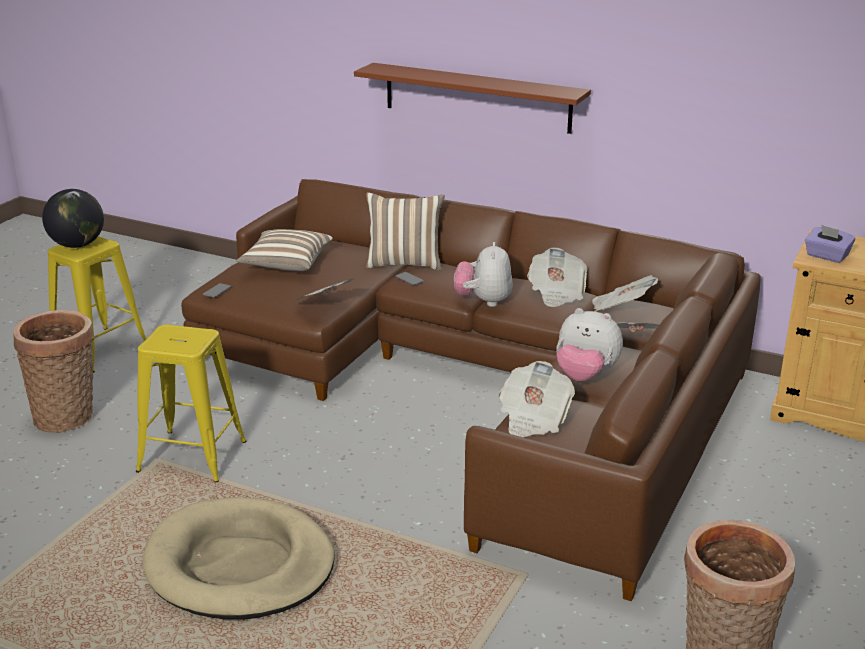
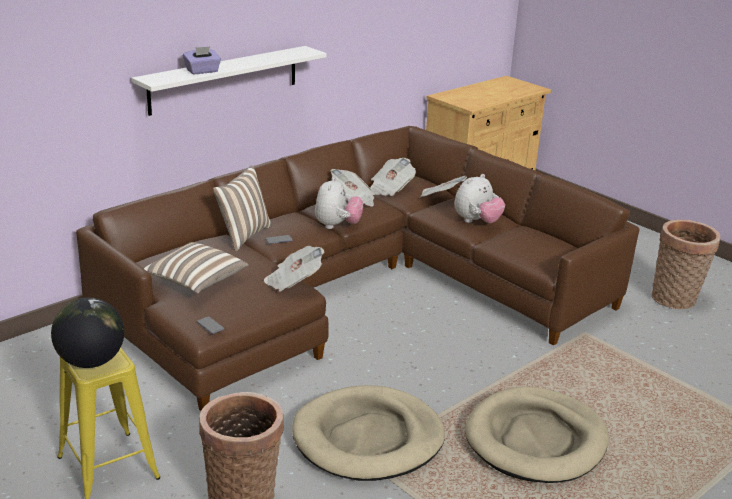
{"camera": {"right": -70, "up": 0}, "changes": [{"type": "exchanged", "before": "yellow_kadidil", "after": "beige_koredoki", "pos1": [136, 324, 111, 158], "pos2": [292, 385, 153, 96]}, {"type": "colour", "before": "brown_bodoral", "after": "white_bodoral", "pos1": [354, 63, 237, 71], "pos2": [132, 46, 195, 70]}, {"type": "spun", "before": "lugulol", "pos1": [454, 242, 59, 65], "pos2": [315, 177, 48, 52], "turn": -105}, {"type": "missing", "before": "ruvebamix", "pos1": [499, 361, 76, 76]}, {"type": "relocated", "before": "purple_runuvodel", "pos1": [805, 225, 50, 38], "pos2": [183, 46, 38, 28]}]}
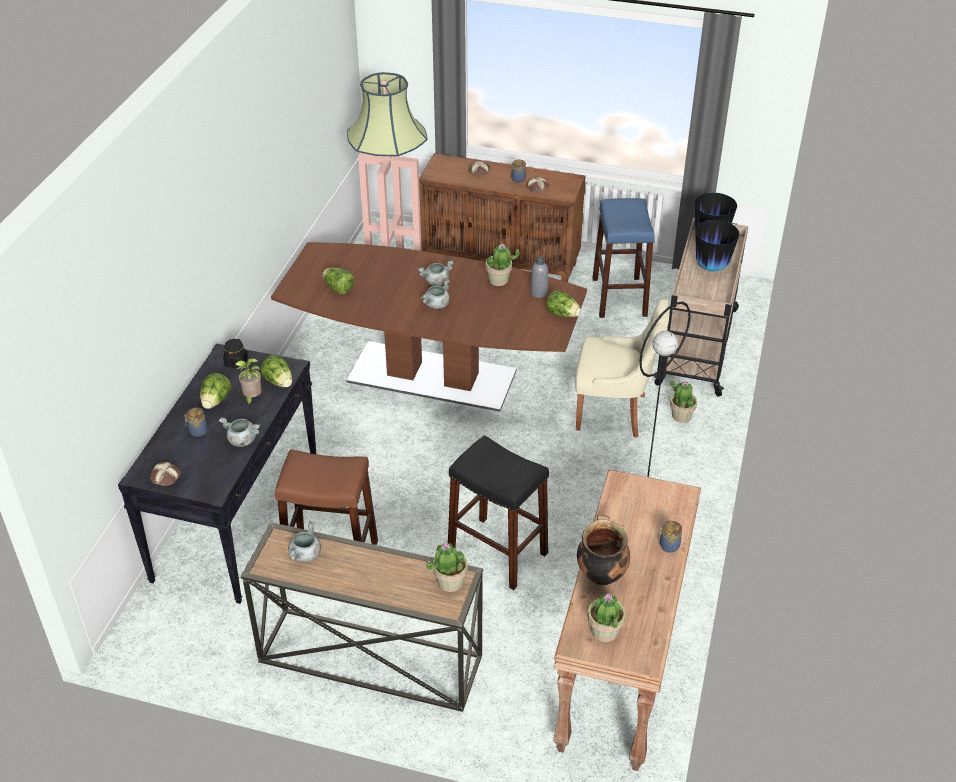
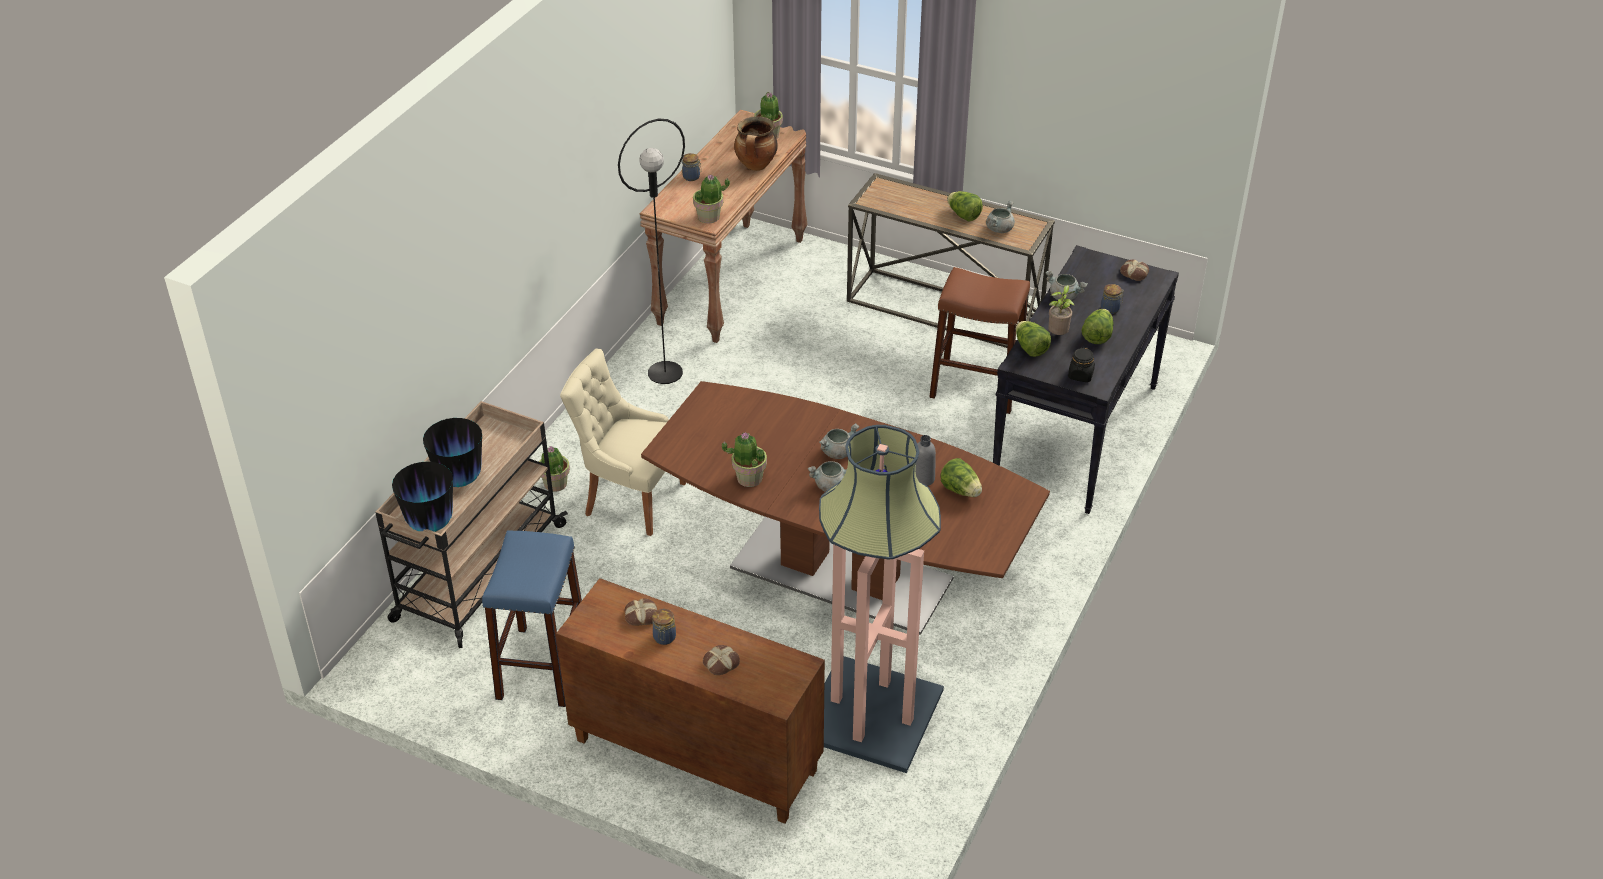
{"camera": {"right": -170, "up": 0}, "changes": [{"type": "relocated", "before": "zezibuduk", "pos1": [426, 543, 42, 49], "pos2": [693, 174, 37, 49]}, {"type": "missing", "before": "black_kadidil", "pos1": [448, 435, 101, 155]}, {"type": "relocated", "before": "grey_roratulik", "pos1": [530, 257, 18, 41], "pos2": [915, 435, 21, 51]}, {"type": "relocated", "before": "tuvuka", "pos1": [546, 289, 35, 28], "pos2": [947, 191, 36, 31]}]}
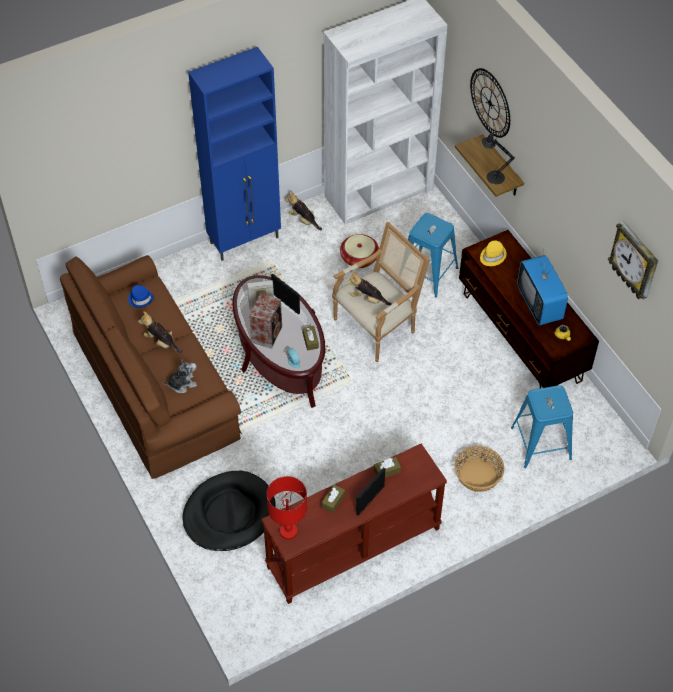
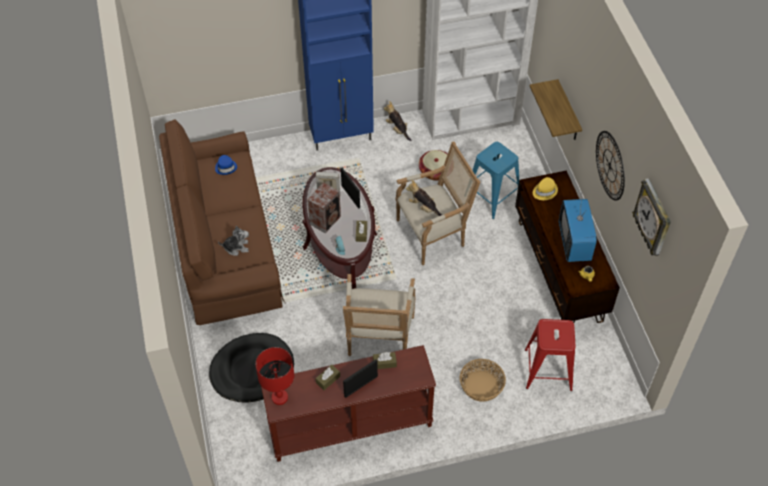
{"camera": {"right": 15, "up": 0}, "changes": [{"type": "missing", "before": "lugulol", "pos1": [138, 311, 45, 42]}, {"type": "relocated", "before": "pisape", "pos1": [470, 68, 40, 70], "pos2": [596, 131, 29, 70]}, {"type": "missing", "before": "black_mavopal", "pos1": [481, 133, 34, 51]}, {"type": "colour", "before": "blue_kadidil", "after": "red_kadidil", "pos1": [511, 385, 62, 83], "pos2": [525, 319, 51, 72]}, {"type": "appeared", "after": "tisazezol", "pos2": [343, 274, 73, 82]}]}
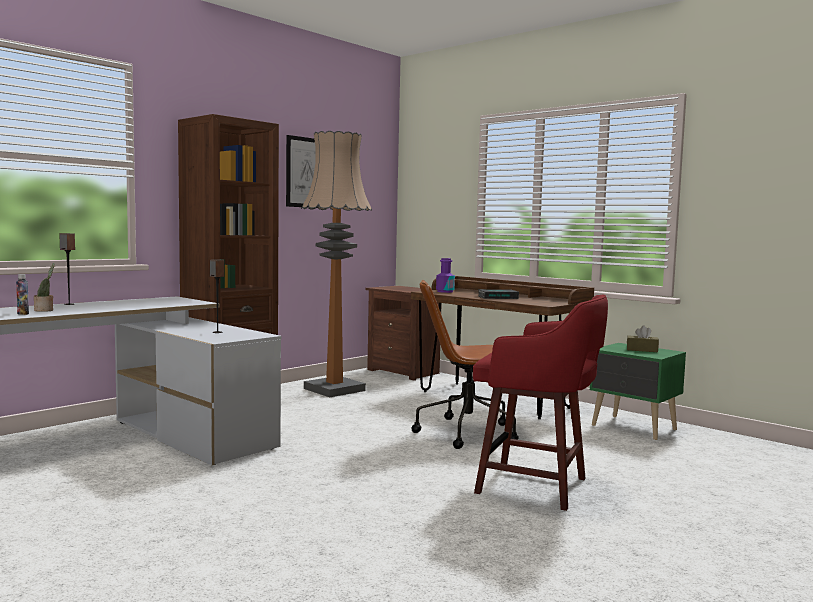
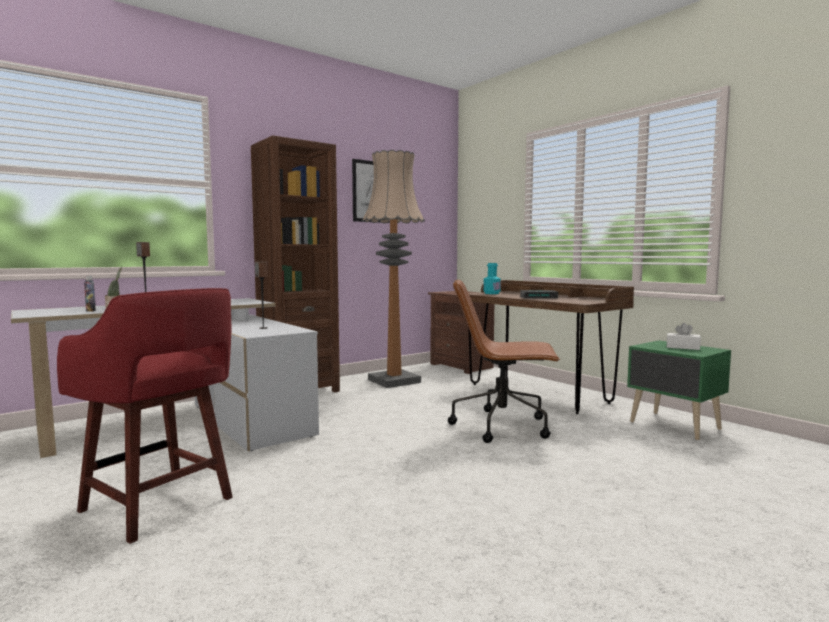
{"camera": {"right": 10, "up": 0}, "changes": [{"type": "colour", "before": "purple_roratulik", "after": "turquoise_roratulik", "pos1": [436, 258, 19, 35], "pos2": [483, 263, 18, 31]}, {"type": "relocated", "before": "red_kadidil", "pos1": [473, 295, 135, 216], "pos2": [57, 288, 176, 256]}, {"type": "colour", "before": "brown_runuvodel", "after": "white_runuvodel", "pos1": [627, 325, 32, 27], "pos2": [667, 323, 34, 27]}]}
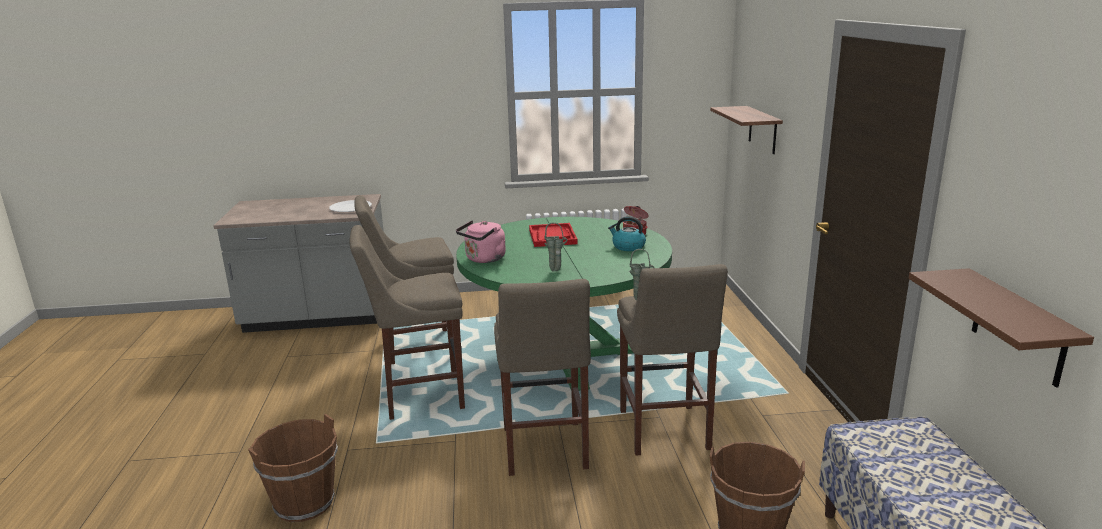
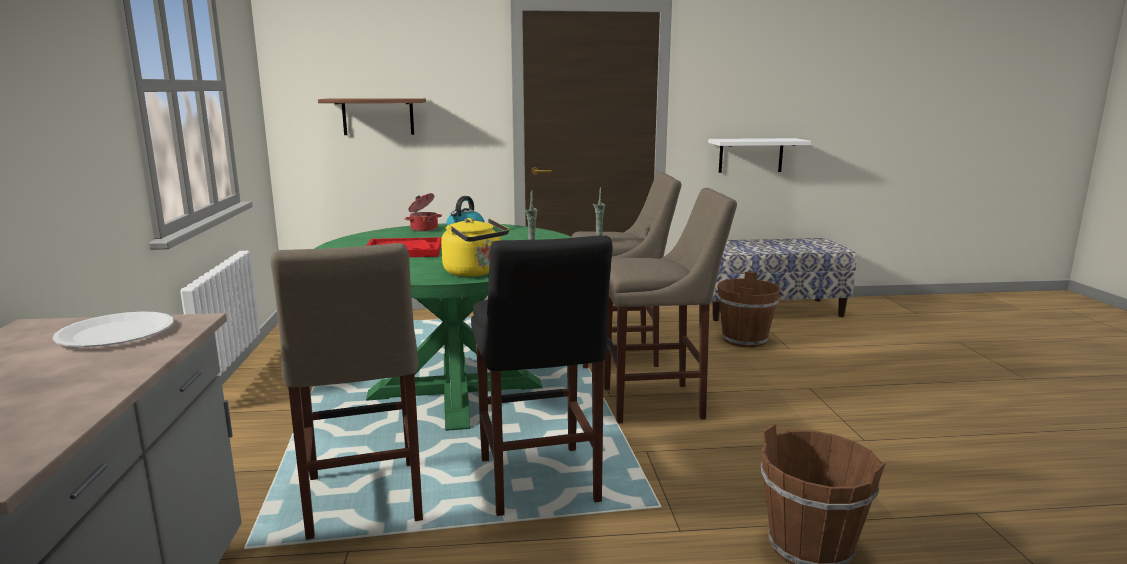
{"camera": {"right": -90, "up": -5}, "changes": [{"type": "colour", "before": "beige_kadidil", "after": "black_kadidil", "pos1": [349, 225, 116, 195], "pos2": [471, 235, 142, 281]}, {"type": "colour", "before": "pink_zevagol", "after": "yellow_zevagol", "pos1": [456, 220, 50, 43], "pos2": [441, 218, 68, 59]}, {"type": "colour", "before": "brown_bodoral", "after": "white_bodoral", "pos1": [909, 268, 185, 120], "pos2": [708, 138, 103, 35]}]}
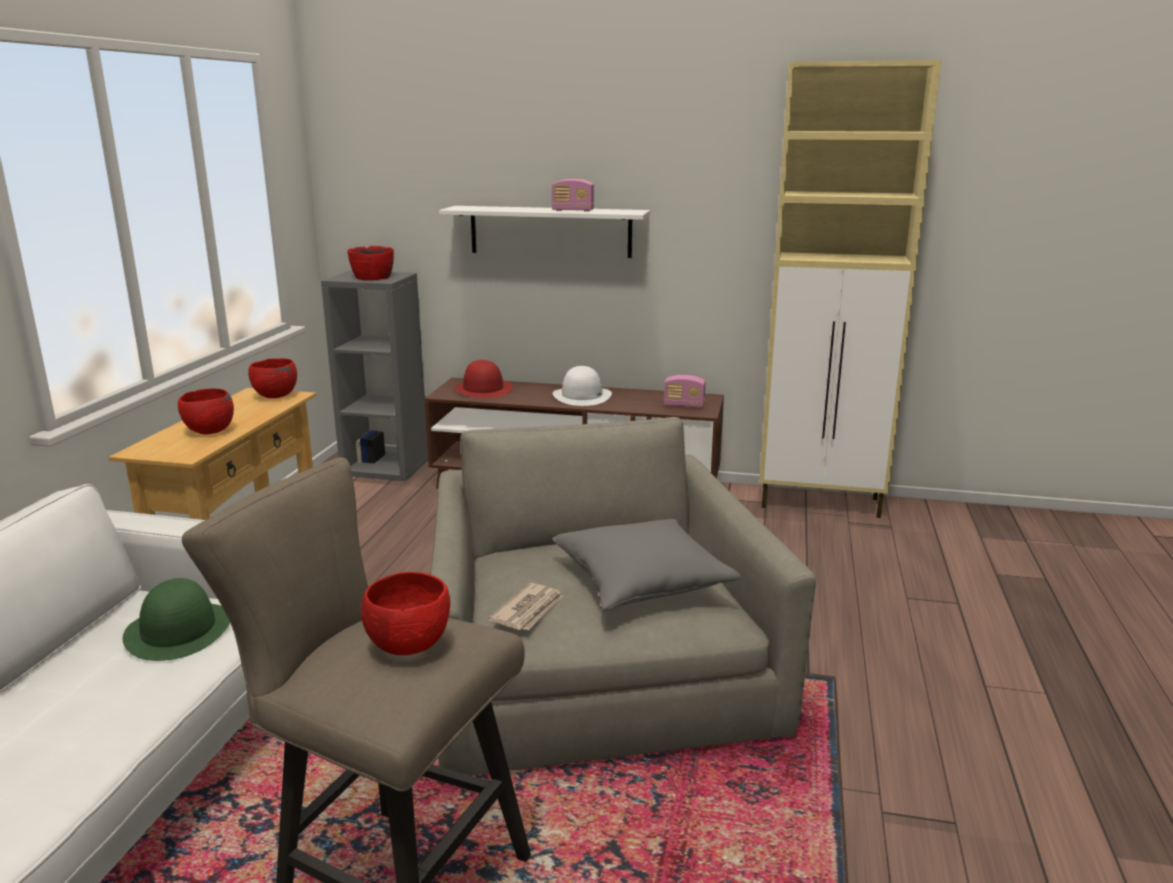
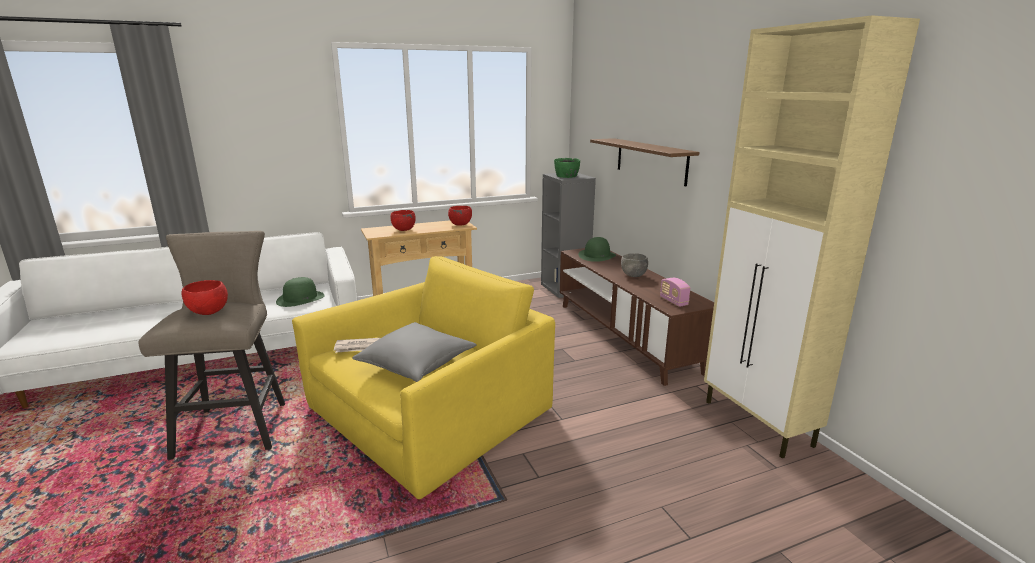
{"camera": {"right": 55, "up": 0}, "changes": [{"type": "colour", "before": "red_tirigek", "after": "green_tirigek", "pos1": [347, 246, 47, 34], "pos2": [554, 158, 26, 20]}, {"type": "colour", "before": "grey_tisazezol", "after": "yellow_tisazezol", "pos1": [430, 417, 386, 359], "pos2": [292, 256, 263, 243]}, {"type": "colour", "before": "white_bodoral", "after": "brown_bodoral", "pos1": [439, 206, 211, 52], "pos2": [590, 138, 110, 48]}, {"type": "colour", "before": "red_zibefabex", "after": "green_zibefabex", "pos1": [454, 360, 59, 38], "pos2": [578, 237, 38, 25]}, {"type": "missing", "before": "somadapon", "pos1": [552, 179, 42, 33]}, {"type": "exchanged", "before": "white_zibefabex", "after": "grey_tirigek", "pos1": [553, 366, 59, 40], "pos2": [621, 253, 27, 24]}]}
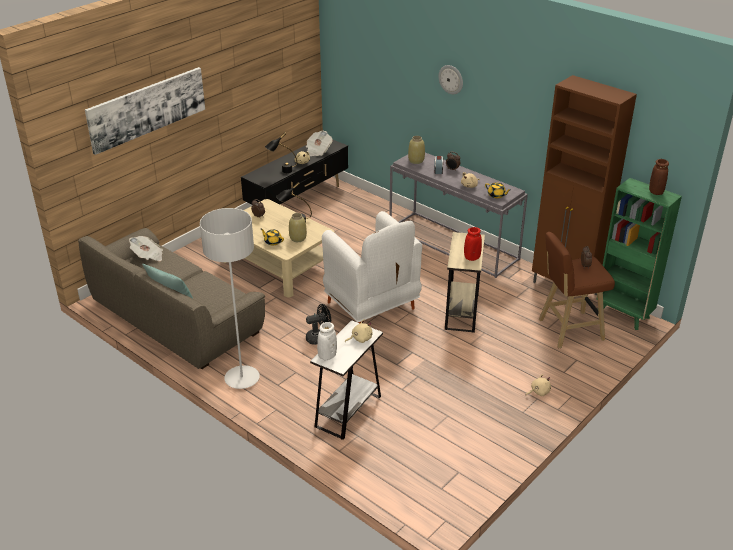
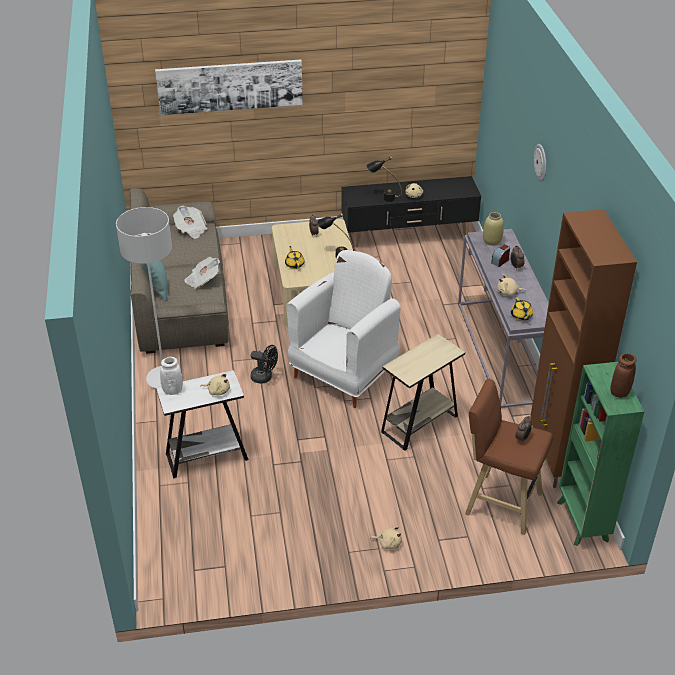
{"camera": {"right": 40, "up": 5}, "changes": [{"type": "missing", "before": "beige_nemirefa", "pos1": [289, 213, 18, 29]}, {"type": "relocated", "before": "ruvebamix", "pos1": [306, 131, 26, 25], "pos2": [184, 257, 36, 32]}, {"type": "spun", "before": "white_tisazezol", "pos1": [322, 211, 100, 112], "pos2": [286, 250, 115, 158], "turn": -150}, {"type": "missing", "before": "red_nemirefa", "pos1": [464, 227, 18, 34]}]}
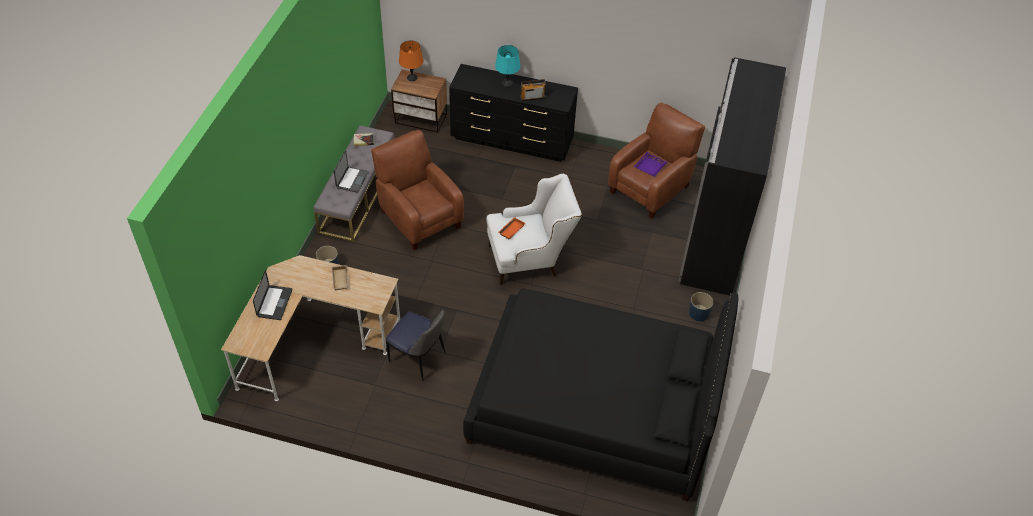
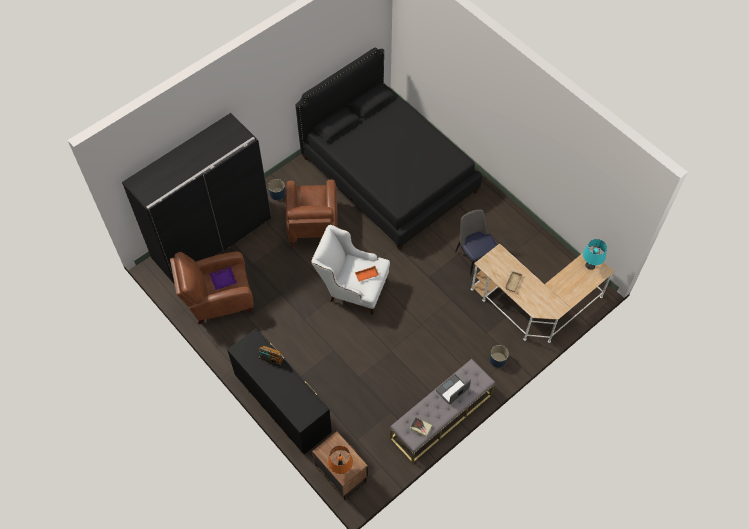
{"camera": {"right": -145, "up": 10}, "changes": [{"type": "missing", "before": "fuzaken", "pos1": [253, 270, 39, 50]}, {"type": "relocated", "before": "brown_tisazezol", "pos1": [371, 130, 93, 120], "pos2": [286, 179, 51, 69]}, {"type": "relocated", "before": "turquoise_mavopal", "pos1": [495, 45, 25, 42], "pos2": [583, 239, 24, 31]}]}
